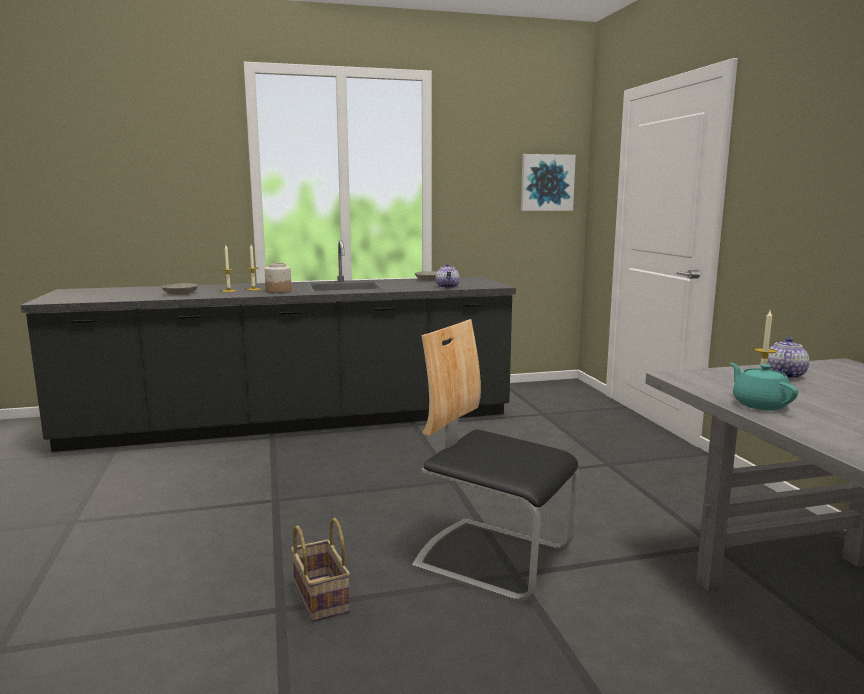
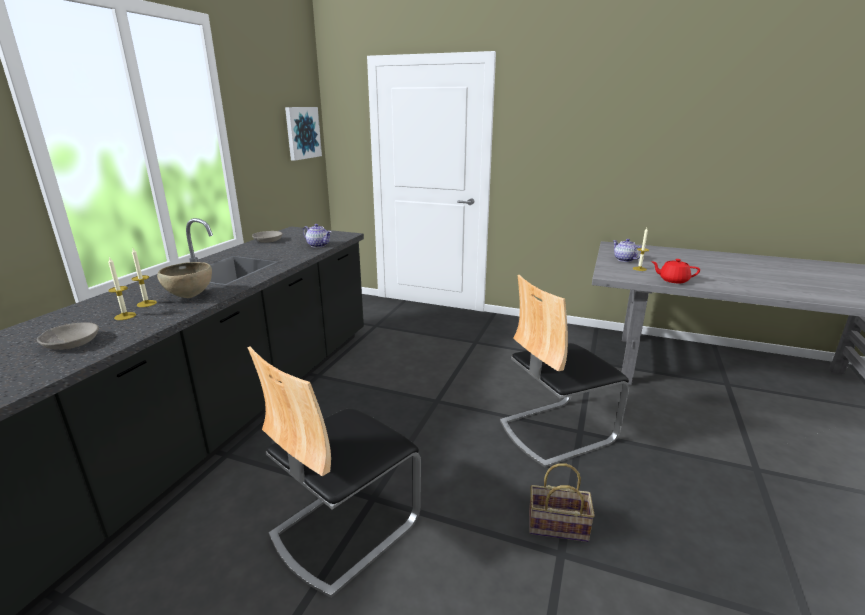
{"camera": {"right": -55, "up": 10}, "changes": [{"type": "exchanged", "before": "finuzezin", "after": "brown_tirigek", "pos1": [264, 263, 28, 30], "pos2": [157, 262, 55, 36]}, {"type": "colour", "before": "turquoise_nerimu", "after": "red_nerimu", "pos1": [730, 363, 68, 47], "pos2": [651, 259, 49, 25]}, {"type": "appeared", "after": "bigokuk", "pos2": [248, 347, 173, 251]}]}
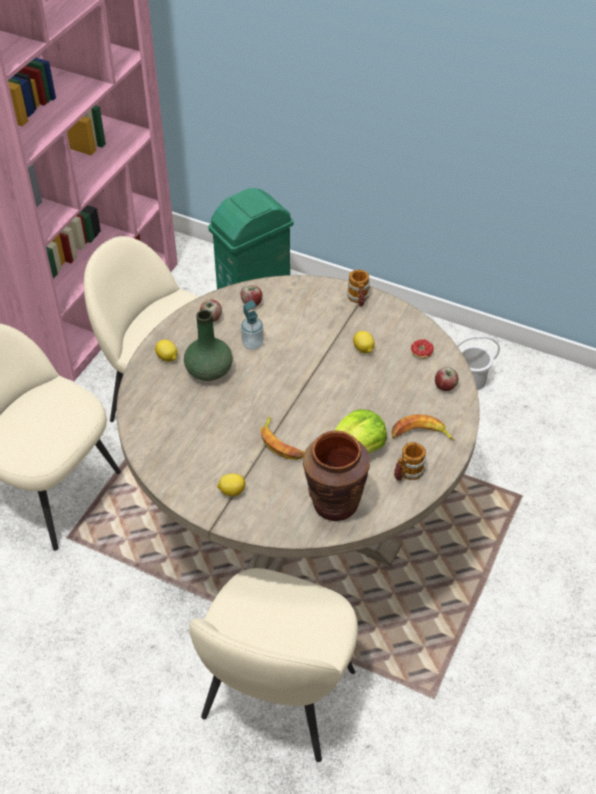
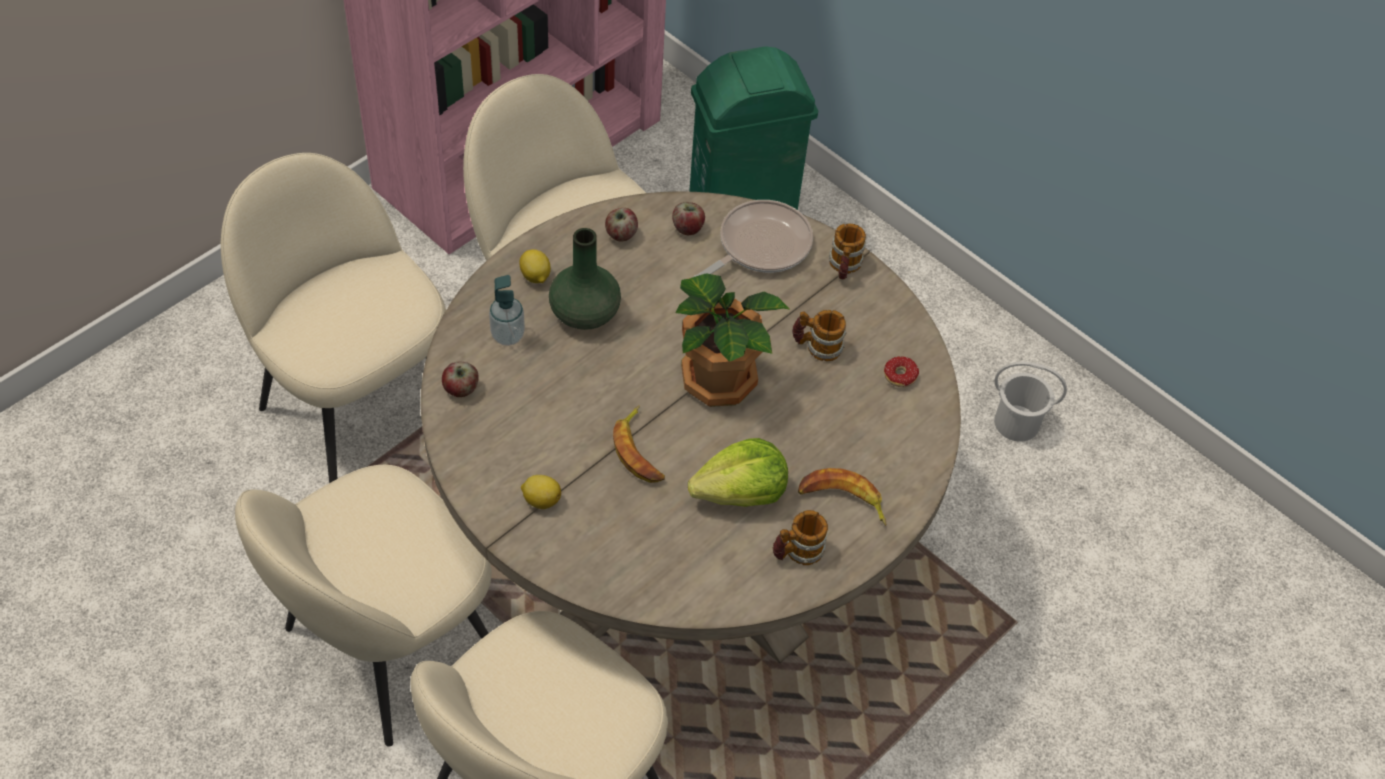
{"camera": {"right": 15, "up": 5}, "changes": [{"type": "relocated", "before": "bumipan", "pos1": [241, 300, 23, 50], "pos2": [489, 275, 36, 71]}, {"type": "missing", "before": "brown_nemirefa", "pos1": [303, 430, 67, 91]}, {"type": "exchanged", "before": "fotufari", "after": "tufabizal", "pos1": [353, 331, 22, 22], "pos2": [792, 310, 55, 51]}, {"type": "relocated", "before": "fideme", "pos1": [435, 367, 24, 24], "pos2": [442, 362, 36, 35]}, {"type": "appeared", "after": "beige_bigokuk", "pos2": [235, 465, 257, 282]}, {"type": "appeared", "after": "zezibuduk", "pos2": [675, 273, 114, 134]}, {"type": "appeared", "after": "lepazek", "pos2": [693, 200, 120, 77]}]}
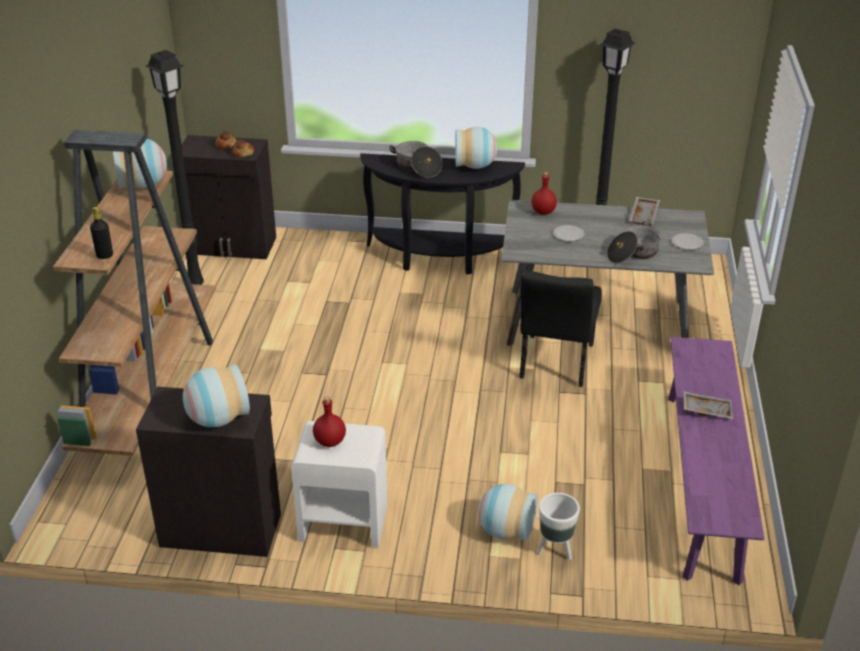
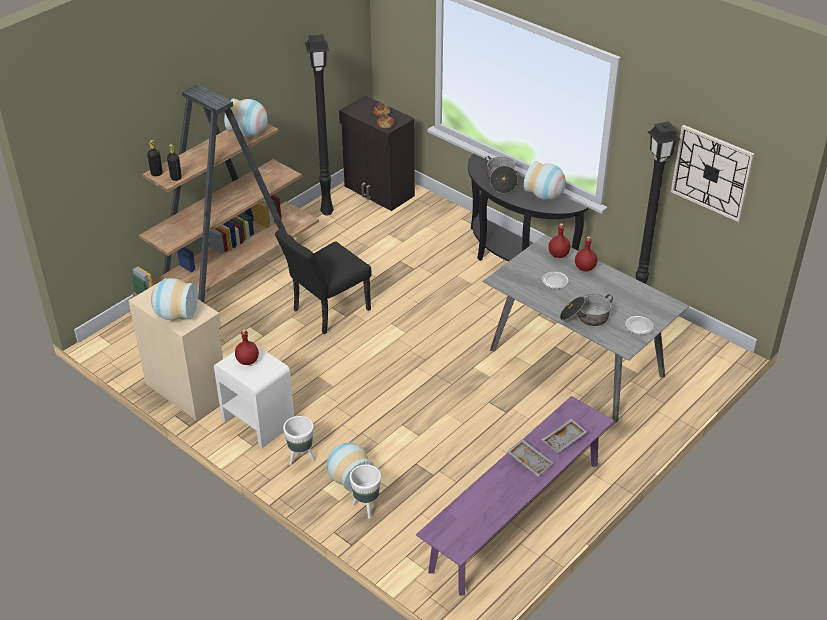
{"camera": {"right": 35, "up": 5}, "changes": [{"type": "colour", "before": "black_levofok", "after": "beige_levofok", "pos1": [136, 387, 145, 170], "pos2": [129, 278, 94, 142]}, {"type": "relocated", "before": "black_bigokuk", "pos1": [519, 271, 83, 116], "pos2": [275, 229, 97, 105]}, {"type": "relocated", "before": "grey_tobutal", "pos1": [629, 197, 31, 27], "pos2": [542, 419, 45, 34]}, {"type": "appeared", "after": "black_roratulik", "pos2": [147, 140, 16, 36]}, {"type": "appeared", "after": "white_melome", "pos2": [283, 416, 32, 49]}, {"type": "appeared", "after": "red_roratulik", "pos2": [575, 236, 22, 35]}, {"type": "appeared", "after": "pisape", "pos2": [671, 125, 84, 97]}]}
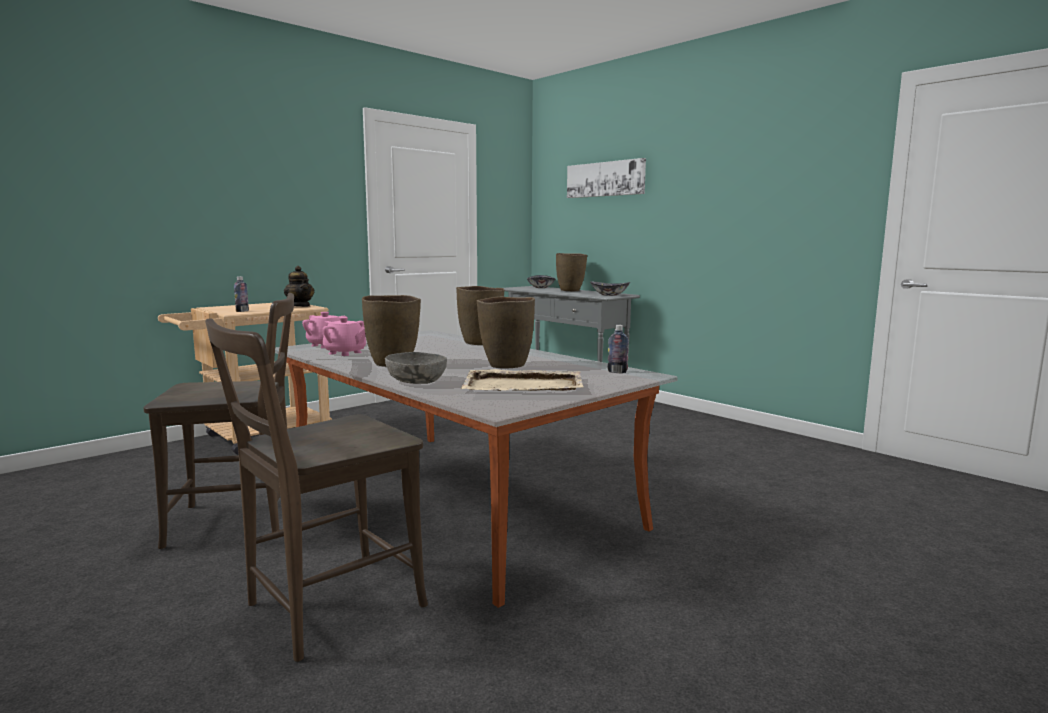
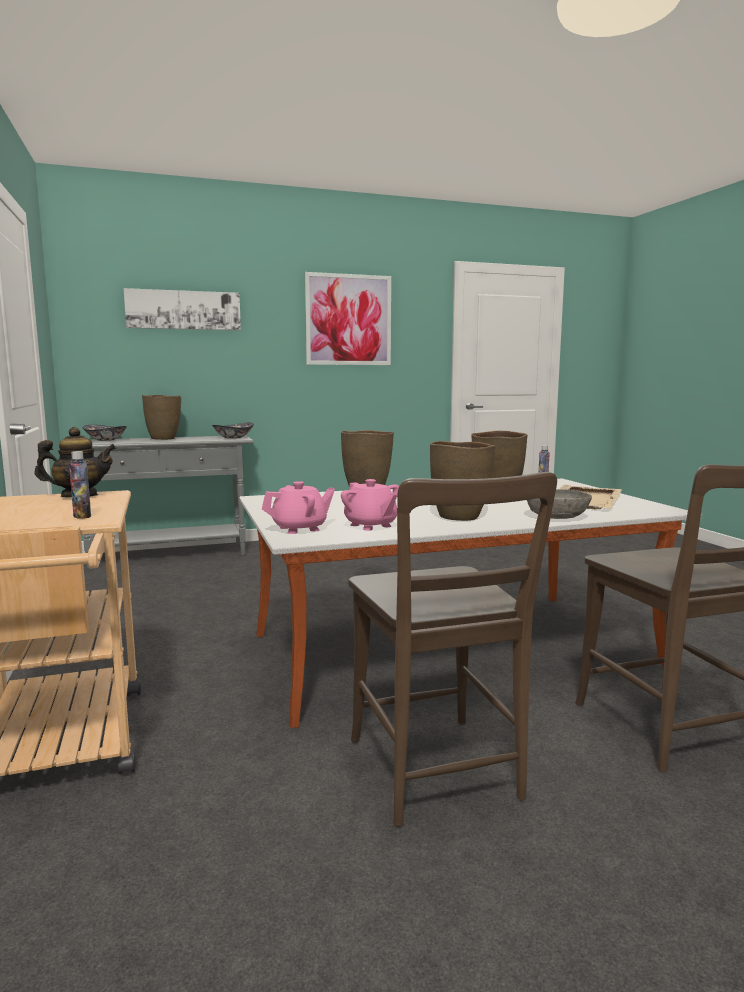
{"camera": {"right": -65, "up": 0}, "changes": [{"type": "spun", "before": "brown_bigokuk", "pos1": [143, 293, 151, 256], "pos2": [348, 472, 209, 355], "turn": 150}, {"type": "spun", "before": "pink_nerimu", "pos1": [322, 317, 44, 39], "pos2": [341, 479, 58, 52], "turn": 90}, {"type": "appeared", "after": "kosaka", "pos2": [305, 272, 86, 93]}]}
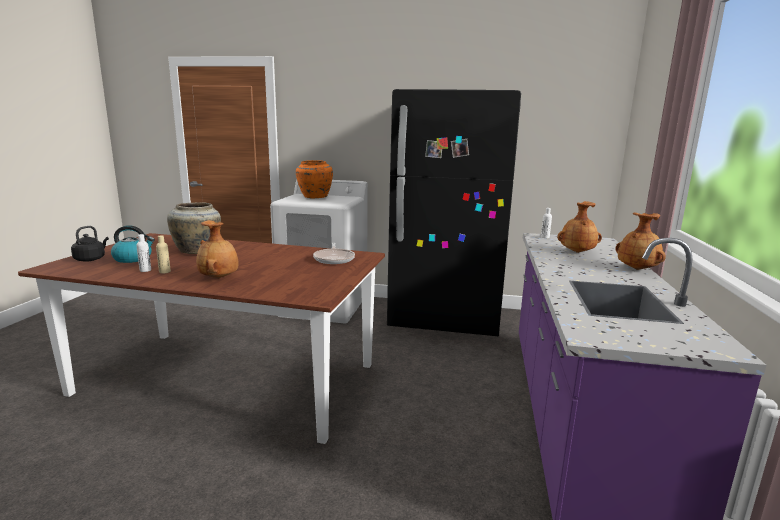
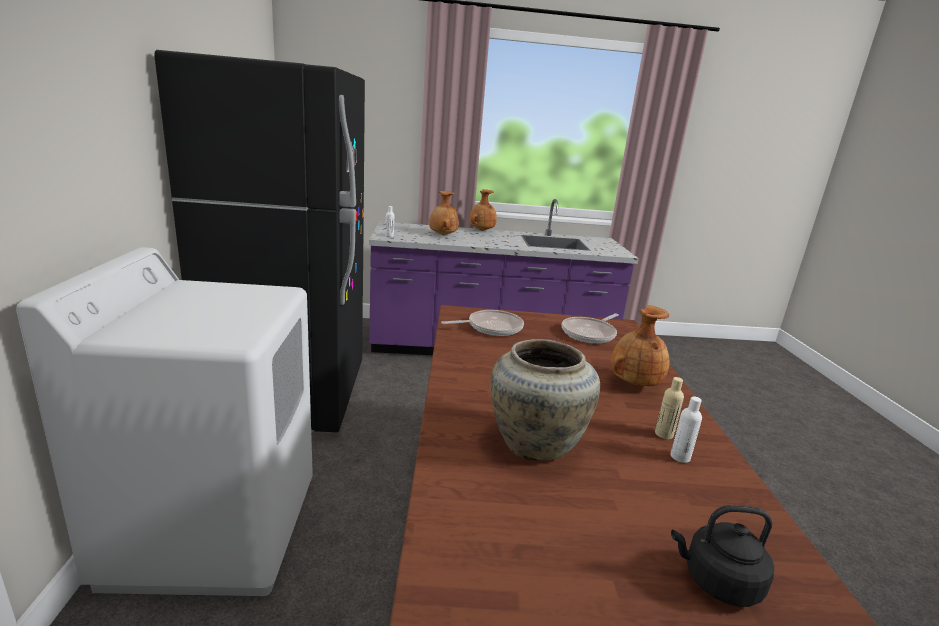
{"camera": {"right": -105, "up": 5}, "changes": [{"type": "missing", "before": "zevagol", "pos1": [111, 225, 44, 38]}, {"type": "missing", "before": "orange_nemirefa", "pos1": [296, 160, 37, 38]}, {"type": "appeared", "after": "lepazek", "pos2": [561, 314, 58, 29]}]}
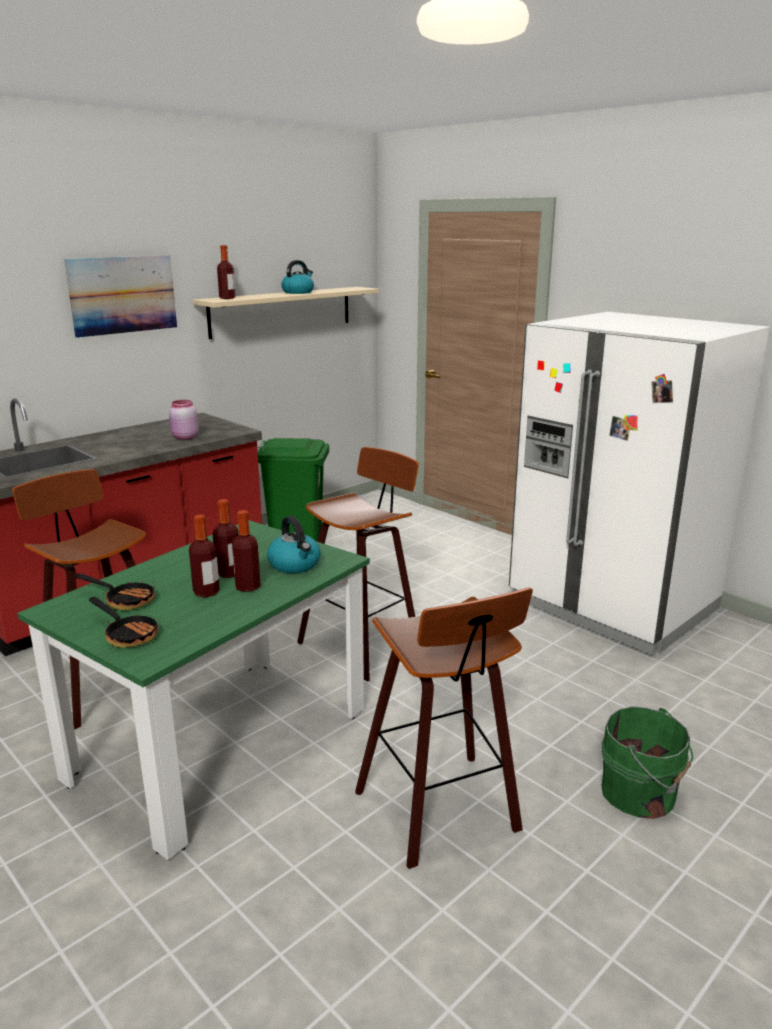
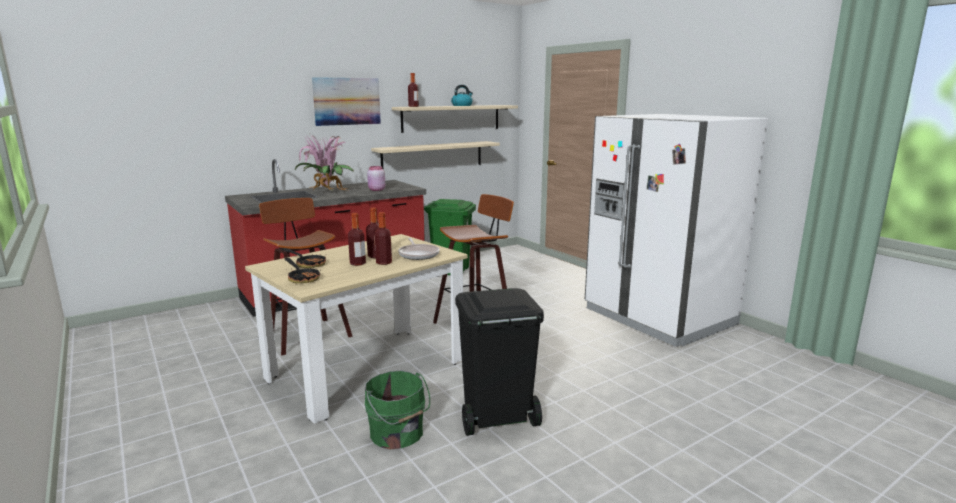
{"camera": {"right": 10, "up": -5}, "changes": [{"type": "colour", "before": "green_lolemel", "after": "beige_lolemel", "pos1": [17, 520, 353, 340], "pos2": [245, 234, 223, 190]}, {"type": "exchanged", "before": "zevagol", "after": "lepazek", "pos1": [267, 516, 54, 57], "pos2": [398, 238, 41, 22]}, {"type": "exchanged", "before": "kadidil", "after": "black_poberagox", "pos1": [355, 587, 178, 282], "pos2": [455, 288, 89, 148]}, {"type": "relocated", "before": "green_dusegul", "pos1": [602, 706, 91, 113], "pos2": [365, 371, 65, 78]}, {"type": "appeared", "after": "zezibuduk", "pos2": [295, 134, 59, 58]}, {"type": "appeared", "after": "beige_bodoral", "pos2": [371, 141, 129, 28]}]}
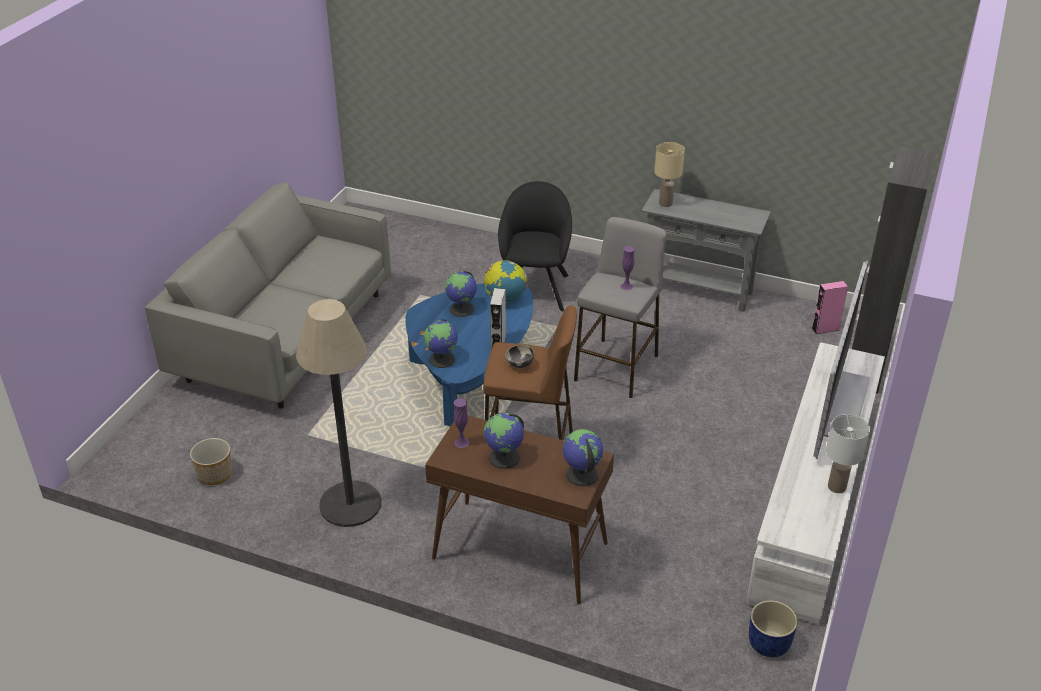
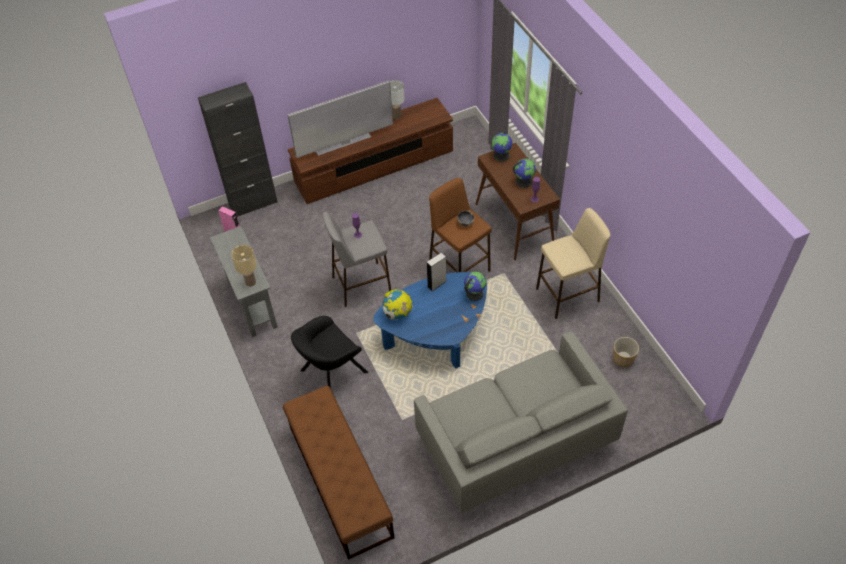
{"camera": {"right": -135, "up": 15}, "changes": [{"type": "exchanged", "before": "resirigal", "after": "beige_kadidil", "pos1": [296, 299, 85, 228], "pos2": [536, 208, 74, 111]}, {"type": "missing", "before": "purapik", "pos1": [445, 271, 32, 46]}, {"type": "colour", "before": "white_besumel", "after": "brown_besumel", "pos1": [746, 342, 139, 283], "pos2": [288, 98, 165, 106]}, {"type": "missing", "before": "blue_melome", "pos1": [749, 600, 49, 57]}, {"type": "appeared", "after": "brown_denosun", "pos2": [283, 386, 112, 174]}]}
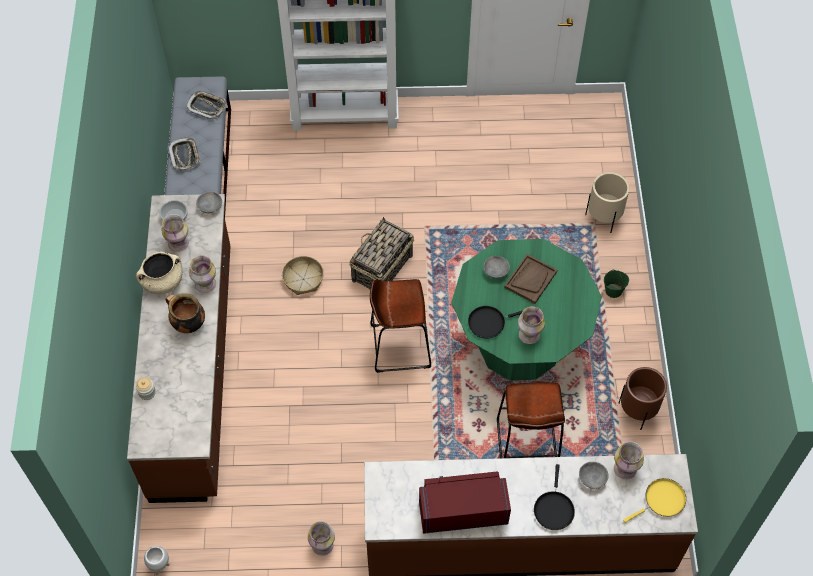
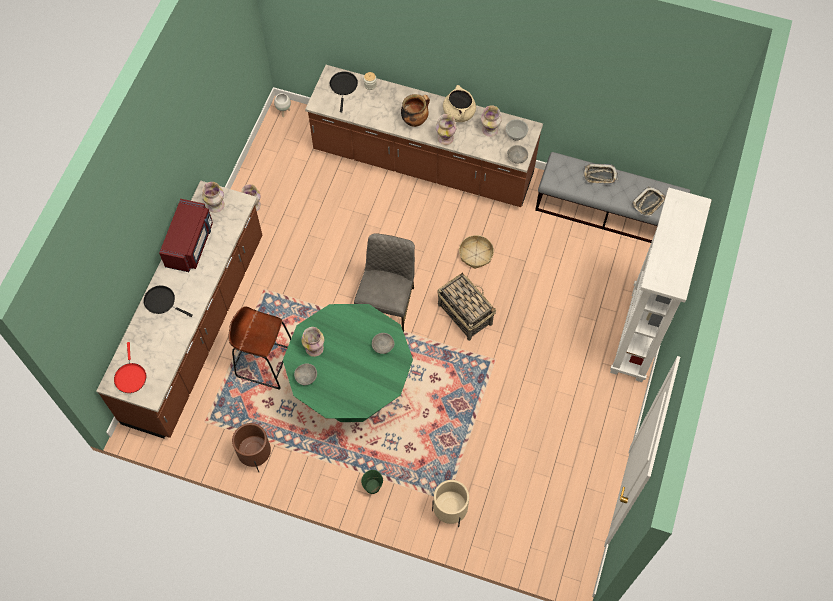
{"camera": {"right": 110, "up": 5}, "changes": [{"type": "exchanged", "before": "brown_kadidil", "after": "grey_bigokuk", "pos1": [370, 279, 61, 94], "pos2": [354, 233, 61, 99]}, {"type": "relocated", "before": "black_lepazek", "pos1": [468, 306, 55, 33], "pos2": [330, 72, 28, 40]}, {"type": "missing", "before": "brown_tobutal", "pos1": [504, 254, 53, 50]}, {"type": "relocated", "before": "grey_tirigek", "pos1": [579, 462, 30, 27], "pos2": [294, 363, 23, 22]}, {"type": "relocated", "before": "nemirefa", "pos1": [614, 441, 30, 39], "pos2": [202, 182, 23, 31]}, {"type": "colour", "before": "yellow_lepazek", "after": "red_lepazek", "pos1": [623, 478, 63, 45], "pos2": [114, 342, 32, 51]}]}
